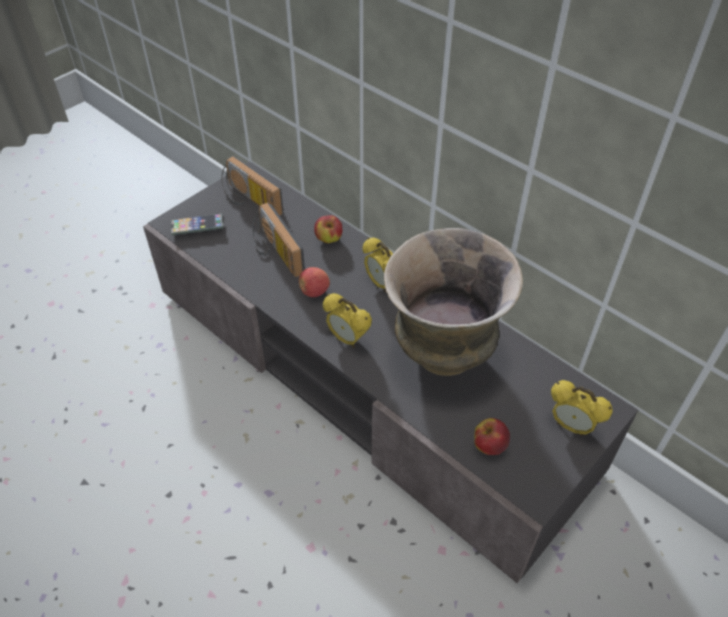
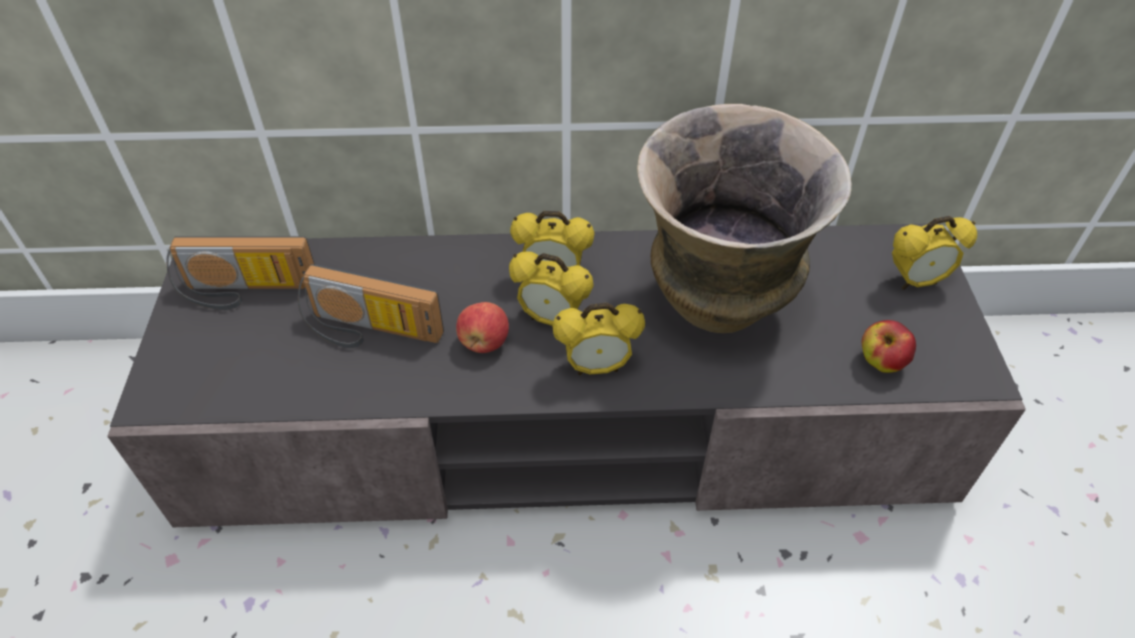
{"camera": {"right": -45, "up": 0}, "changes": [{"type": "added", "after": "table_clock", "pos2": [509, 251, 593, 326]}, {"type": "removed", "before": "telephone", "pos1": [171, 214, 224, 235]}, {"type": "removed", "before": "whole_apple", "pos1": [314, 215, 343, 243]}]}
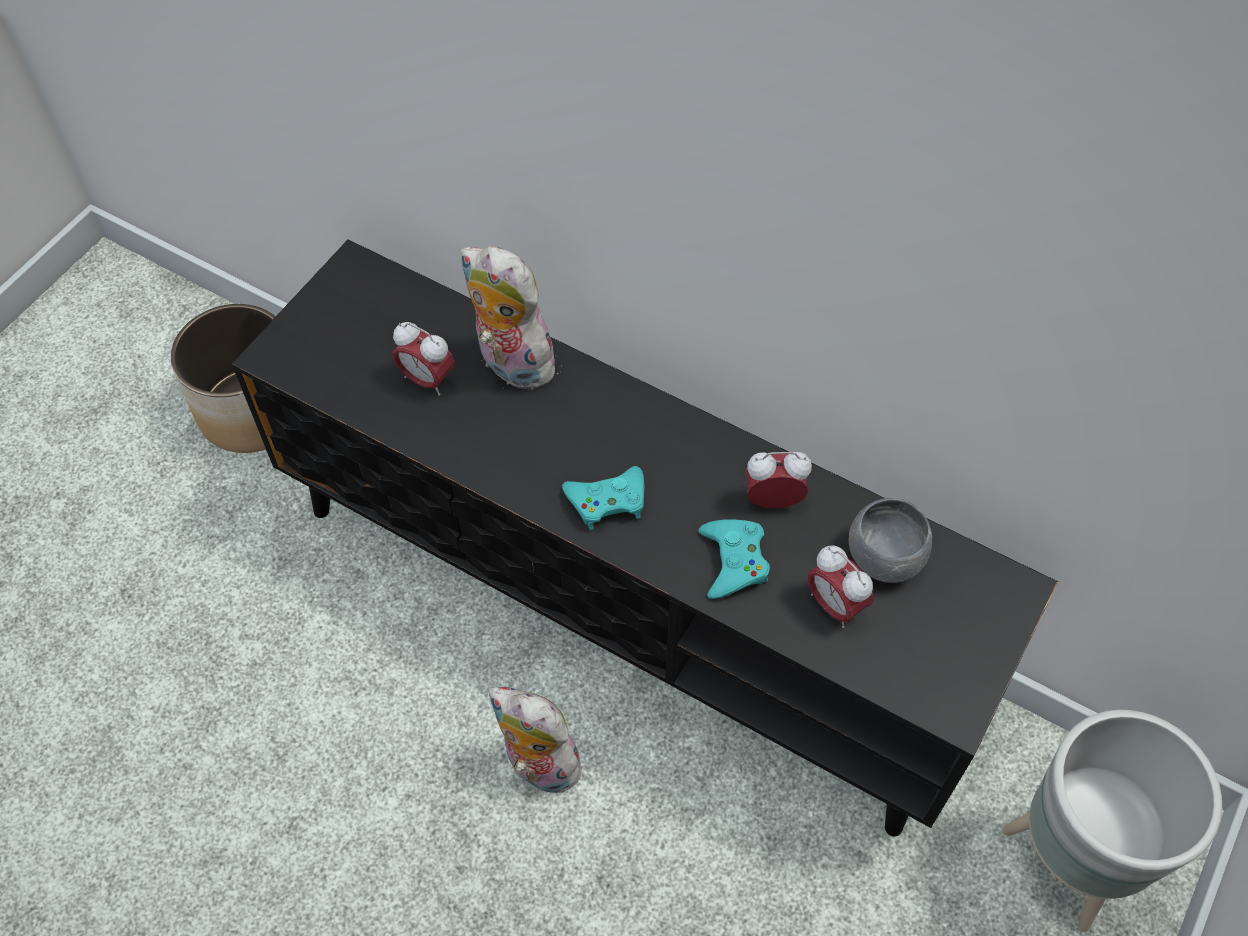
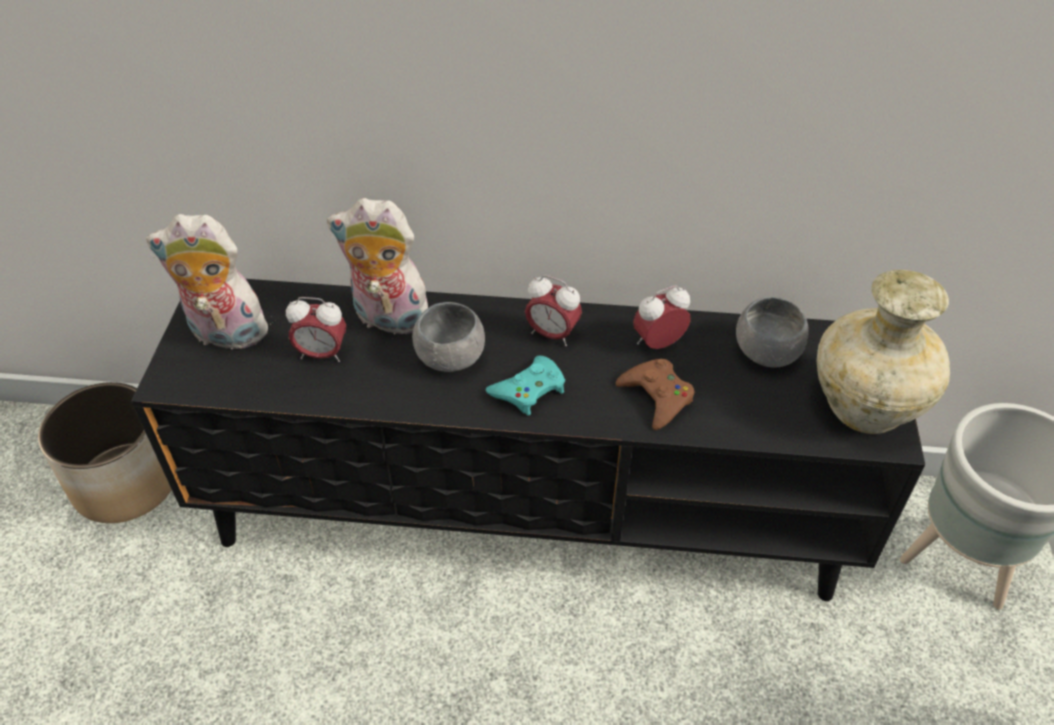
{"camera": {"right": -25, "up": -10}, "changes": [{"type": "moved", "before": "cuddly_toy", "pos1": [489, 687, 591, 793], "pos2": [146, 214, 276, 355]}, {"type": "added", "after": "greyish_deep_dish", "pos2": [412, 302, 485, 372]}, {"type": "moved", "before": "table_clock", "pos1": [808, 546, 873, 628], "pos2": [525, 275, 582, 346]}, {"type": "recoloured", "before": "turquoise_gamepad", "after": "brown-coloured_gamepad", "pos1": [698, 519, 770, 599], "pos2": [616, 359, 694, 430]}, {"type": "added", "after": "sand-coloured_decorative_vase", "pos2": [817, 270, 950, 434]}]}
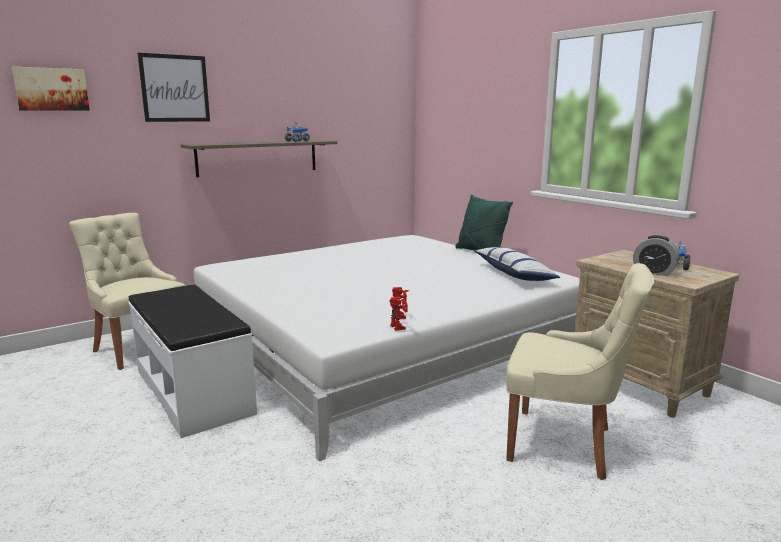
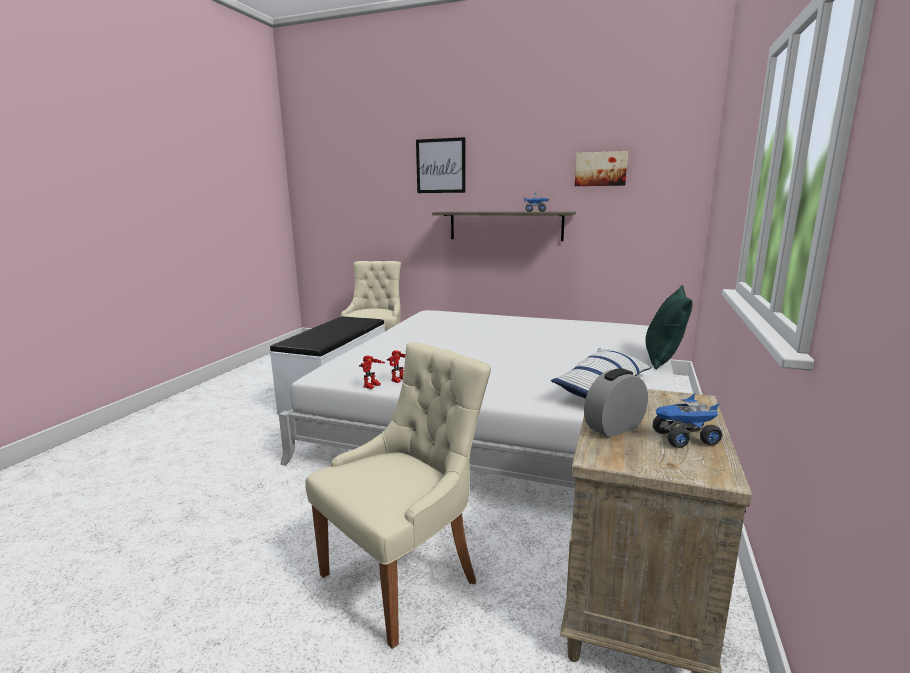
{"camera": {"right": 55, "up": 0}, "changes": [{"type": "turned", "before": "sand-coloured_plain_chair", "pos1": [506, 263, 654, 480], "pos2": [305, 342, 491, 649], "turn": -120}, {"type": "moved", "before": "picture", "pos1": [12, 67, 90, 111], "pos2": [575, 151, 628, 186]}, {"type": "turned", "before": "table_clock", "pos1": [633, 235, 679, 276], "pos2": [584, 368, 648, 438], "turn": 60}]}
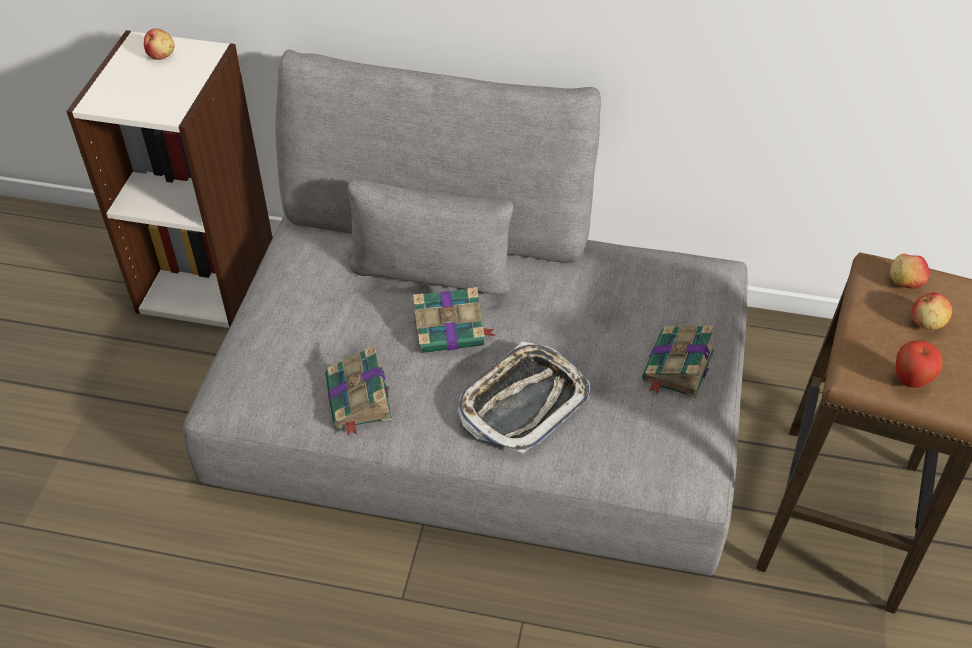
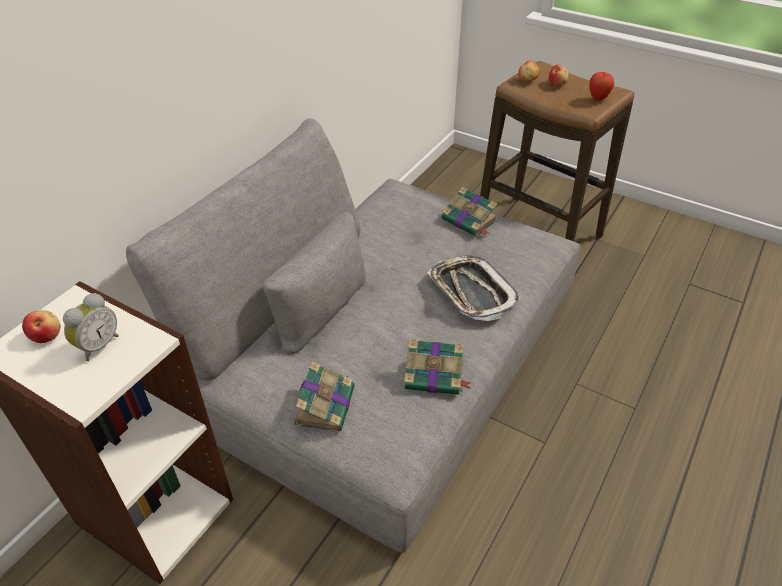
{"camera": {"right": -70, "up": -5}, "changes": [{"type": "added", "after": "table_clock", "pos2": [63, 293, 119, 361]}, {"type": "moved", "before": "book", "pos1": [413, 287, 495, 353], "pos2": [294, 362, 355, 432]}]}
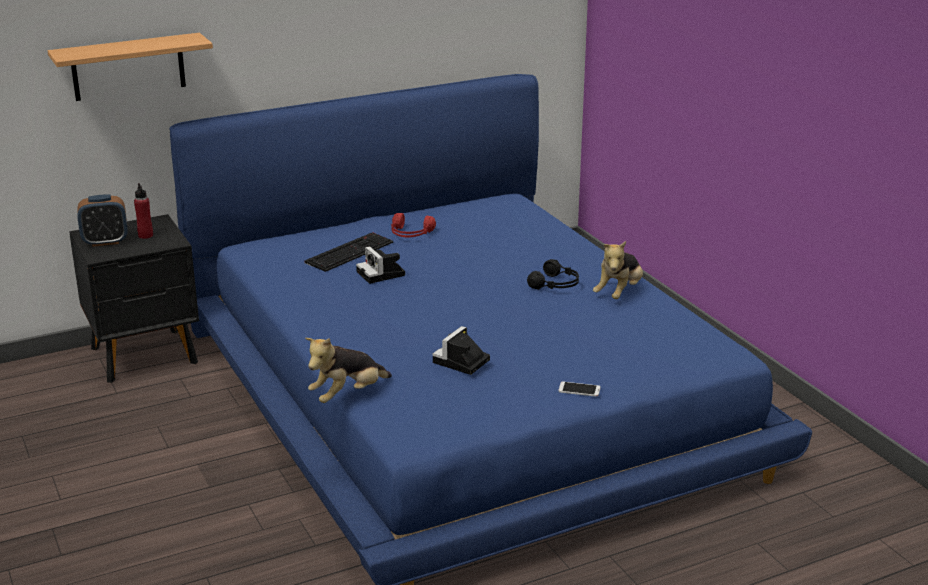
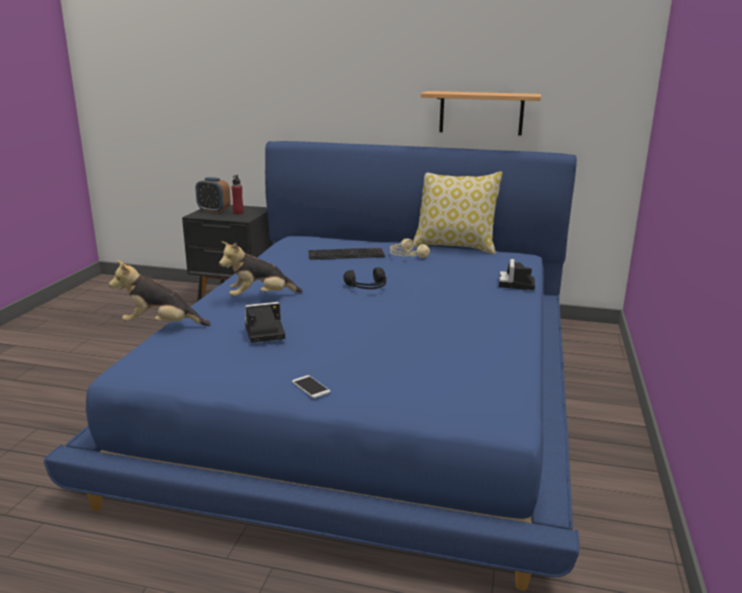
{"camera": {"right": 40, "up": -5}, "changes": [{"type": "moved", "before": "cuddly_toy", "pos1": [593, 241, 643, 299], "pos2": [219, 241, 303, 296]}, {"type": "moved", "before": "black_pair_of_headphones", "pos1": [527, 259, 579, 290], "pos2": [343, 267, 386, 289]}, {"type": "recoloured", "before": "red_pair_of_headphones", "after": "sand-coloured_pair_of_headphones", "pos1": [391, 213, 436, 237], "pos2": [390, 239, 430, 259]}, {"type": "added", "after": "cushion", "pos2": [413, 171, 502, 254]}, {"type": "moved", "before": "shelf", "pos1": [48, 33, 213, 101], "pos2": [421, 91, 541, 136]}, {"type": "moved", "before": "still_camera", "pos1": [356, 246, 405, 284], "pos2": [499, 259, 536, 290]}]}
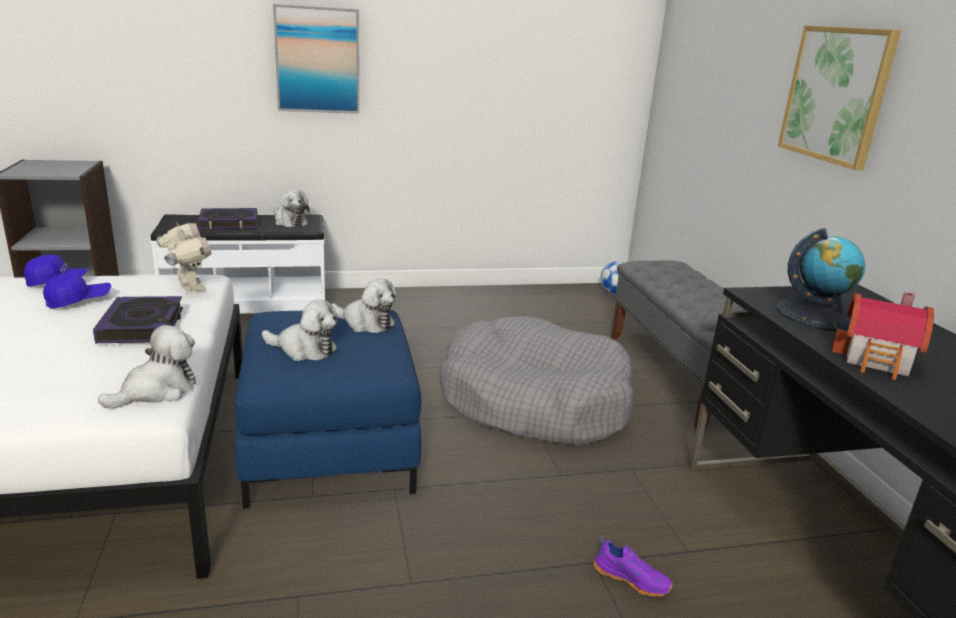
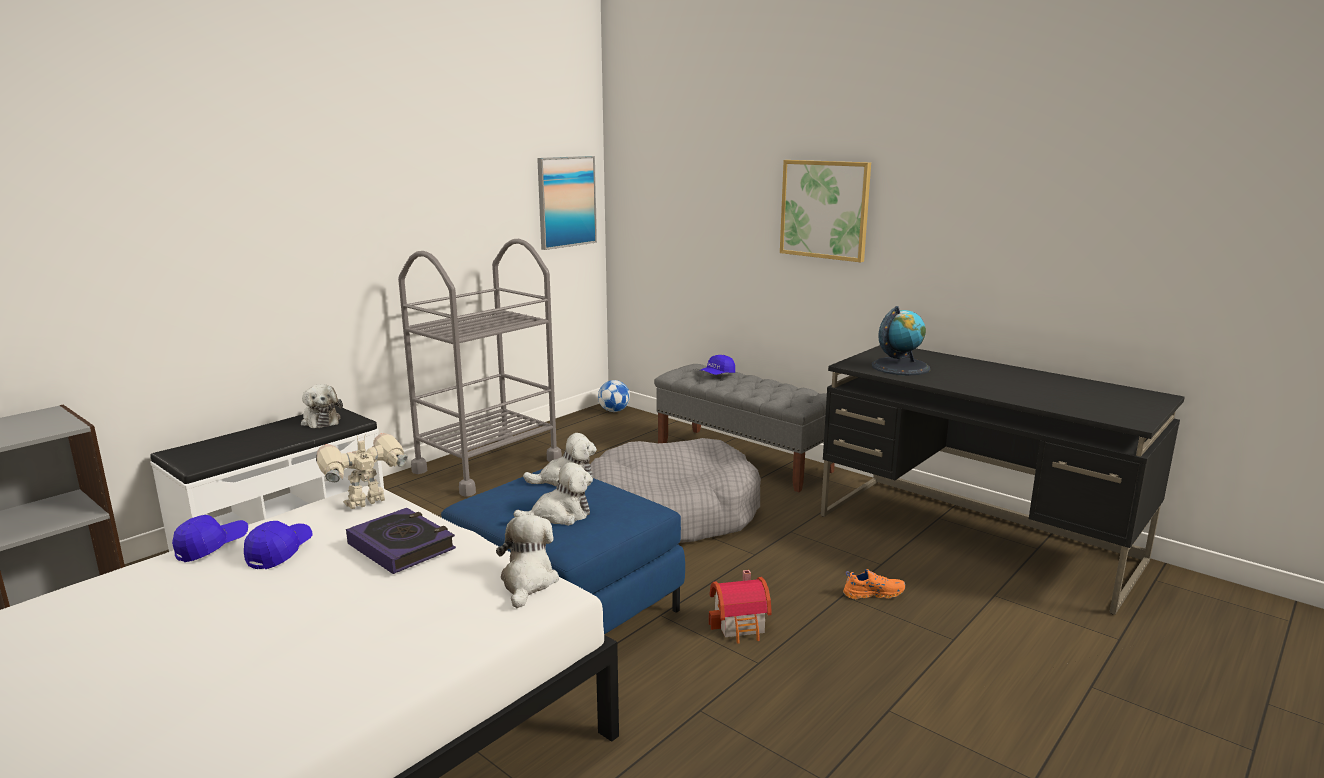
{"camera": {"right": -35, "up": -5}, "changes": [{"type": "turned", "before": "cuddly_toy", "pos1": [274, 189, 310, 227], "pos2": [301, 384, 343, 428], "turn": 45}, {"type": "turned", "before": "model_robot", "pos1": [156, 222, 212, 291], "pos2": [316, 433, 408, 509], "turn": -60}, {"type": "added", "after": "greyish_trolley", "pos2": [398, 239, 562, 497]}, {"type": "moved", "before": "picture", "pos1": [273, 4, 359, 114], "pos2": [537, 156, 597, 250]}, {"type": "added", "after": "blue_cap", "pos2": [701, 355, 735, 375]}, {"type": "moved", "before": "miniature_house", "pos1": [832, 292, 934, 380], "pos2": [709, 570, 772, 644]}, {"type": "recoloured", "before": "purplish_shoe", "after": "orangey_shoe", "pos1": [594, 536, 673, 597], "pos2": [843, 569, 905, 599]}, {"type": "removed", "before": "book", "pos1": [198, 208, 257, 230]}]}
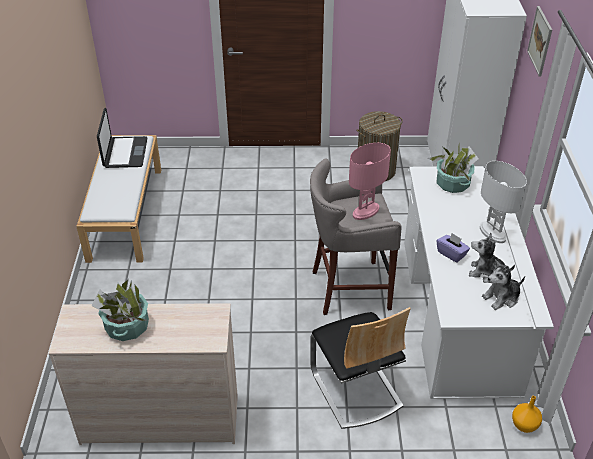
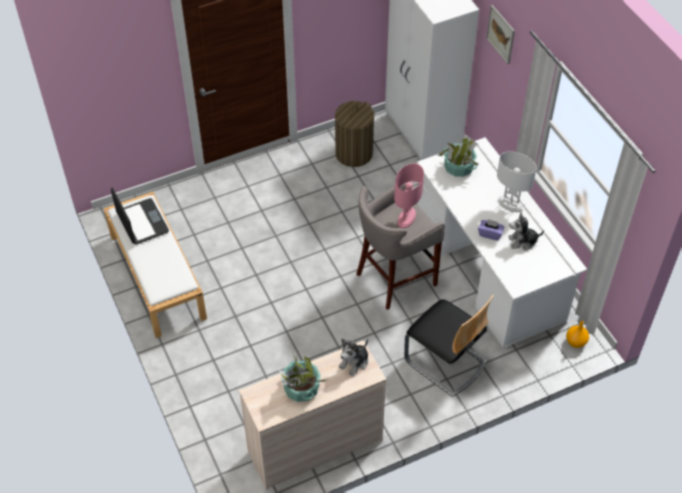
{"camera": {"right": -25, "up": 10}, "changes": [{"type": "moved", "before": "cuddly_toy", "pos1": [482, 260, 525, 310], "pos2": [339, 339, 368, 377]}]}
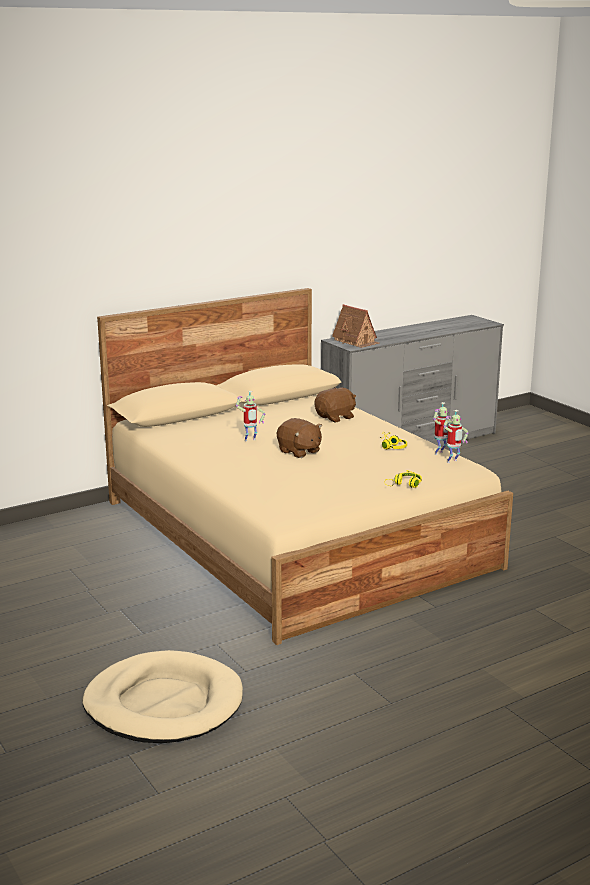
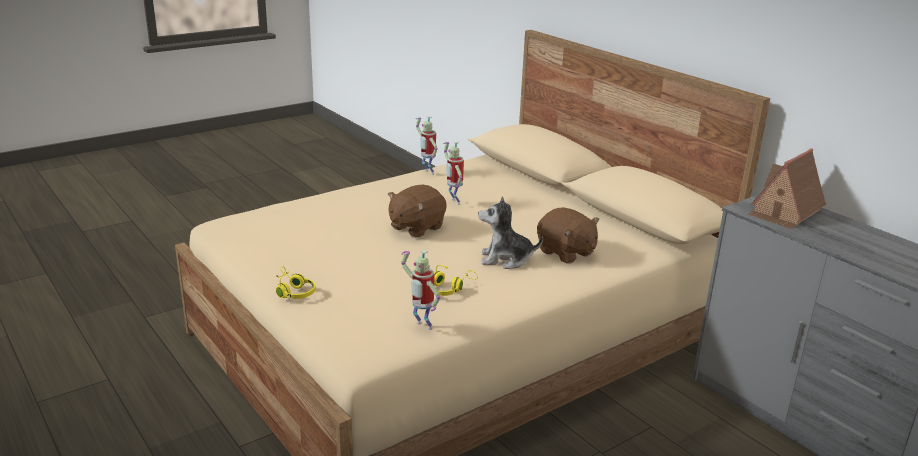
{"camera": {"right": 85, "up": 5}, "changes": [{"type": "moved", "before": "model_robot", "pos1": [443, 410, 468, 463], "pos2": [416, 116, 438, 175]}, {"type": "added", "after": "cuddly_toy", "pos2": [478, 197, 543, 269]}, {"type": "removed", "before": "sand-coloured_dog_cushion", "pos1": [82, 650, 243, 743]}]}
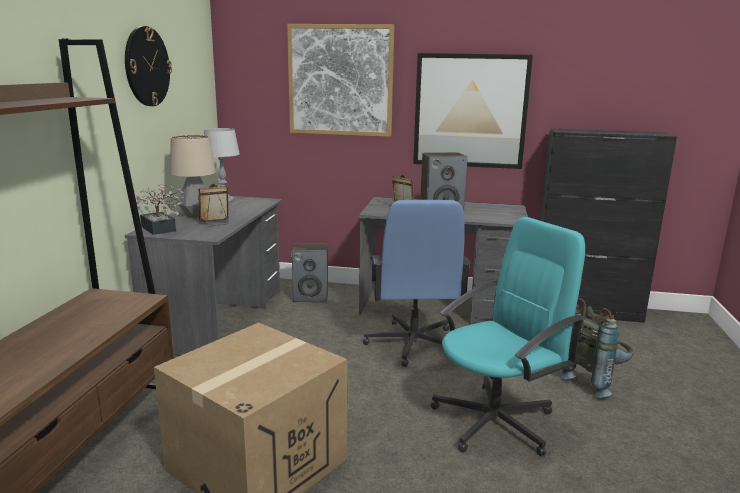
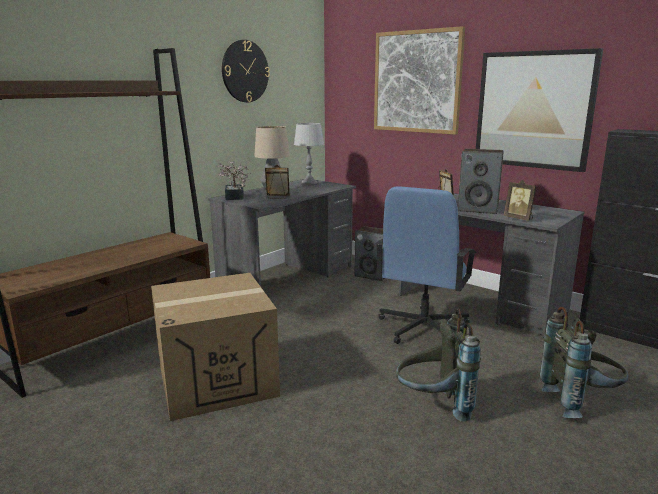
{"camera": {"right": 30, "up": 0}, "changes": [{"type": "replaced", "before": "turquoise_computer_chair", "after": "greyish_knapsack", "pos1": [431, 217, 585, 456], "pos2": [396, 309, 481, 422]}, {"type": "added", "after": "picture_frame", "pos2": [503, 180, 536, 221]}]}
